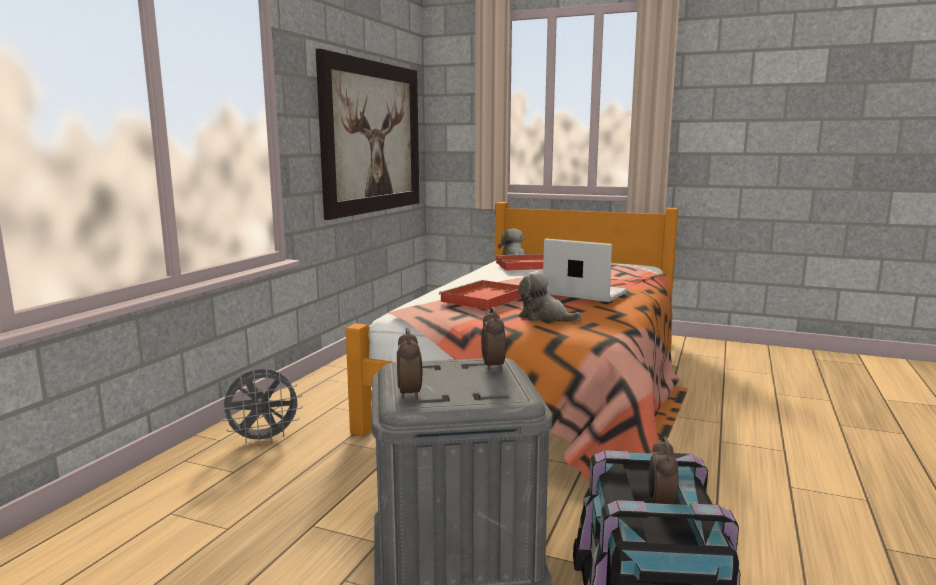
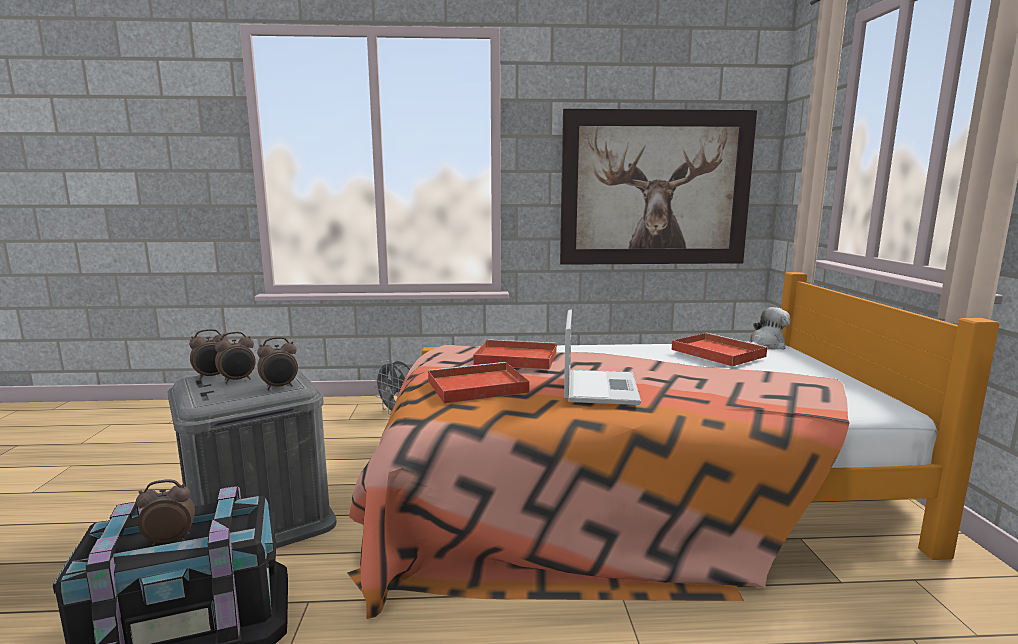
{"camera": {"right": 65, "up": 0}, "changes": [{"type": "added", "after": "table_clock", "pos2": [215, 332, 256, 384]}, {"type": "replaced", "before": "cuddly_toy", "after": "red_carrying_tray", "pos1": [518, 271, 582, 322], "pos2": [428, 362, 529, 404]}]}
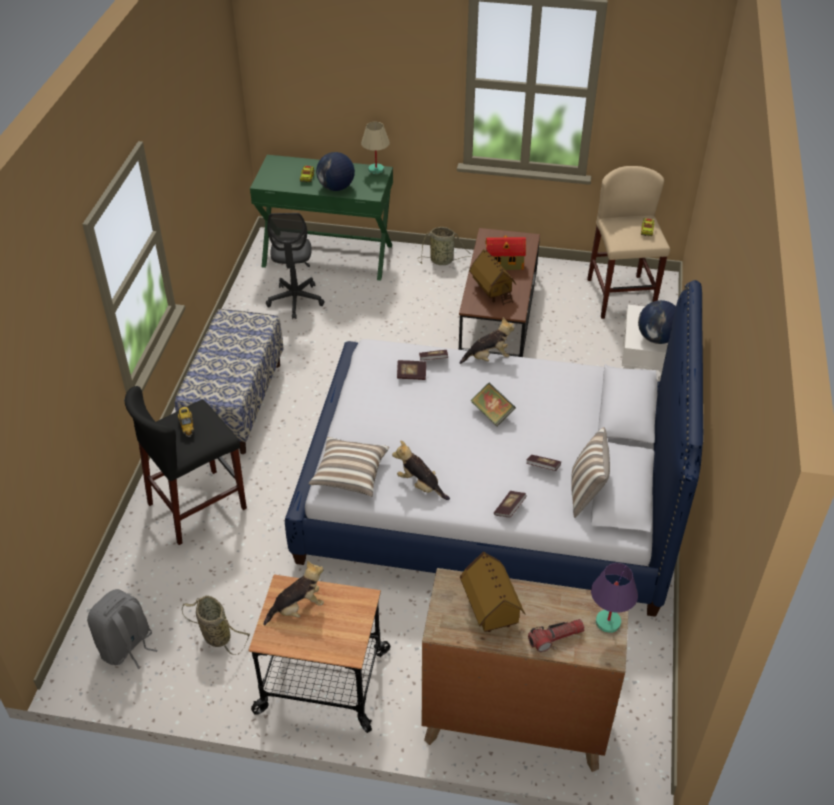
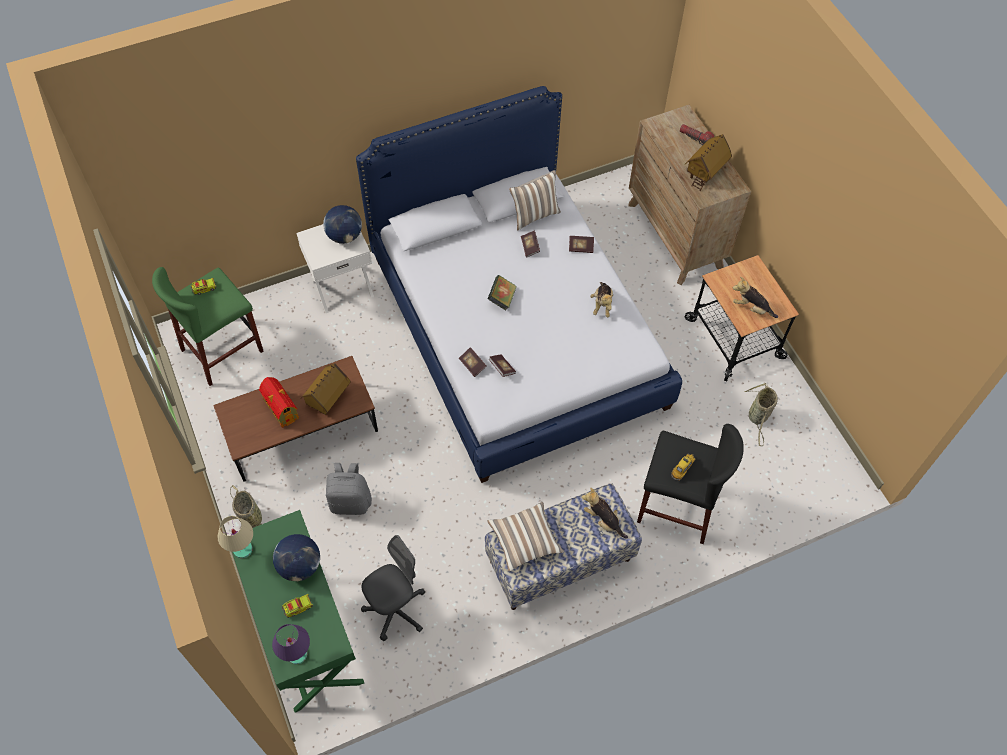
{"camera": {"right": -125, "up": 15}, "changes": [{"type": "recoloured", "before": "sand-coloured_stool_seat", "after": "green_stool_seat", "pos1": [587, 166, 670, 319], "pos2": [152, 267, 263, 386]}, {"type": "moved", "before": "purplish_lamp_for_a_table", "pos1": [591, 563, 638, 633], "pos2": [272, 624, 310, 665]}, {"type": "moved", "before": "greyish_knapsack", "pos1": [87, 589, 158, 669], "pos2": [326, 463, 372, 515]}, {"type": "moved", "before": "cushion", "pos1": [309, 437, 389, 497], "pos2": [487, 502, 564, 572]}, {"type": "moved", "before": "cuddly_toy", "pos1": [459, 317, 514, 364], "pos2": [582, 488, 628, 539]}]}
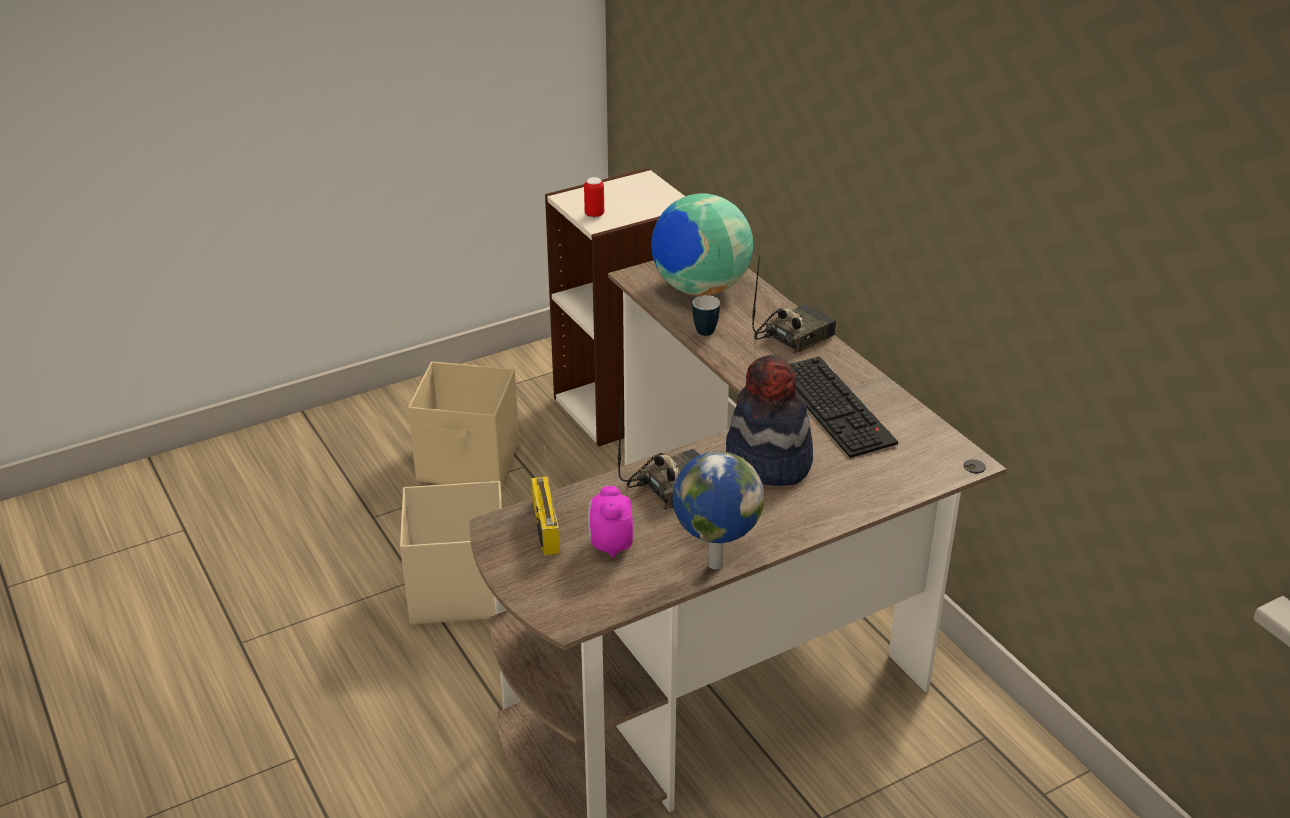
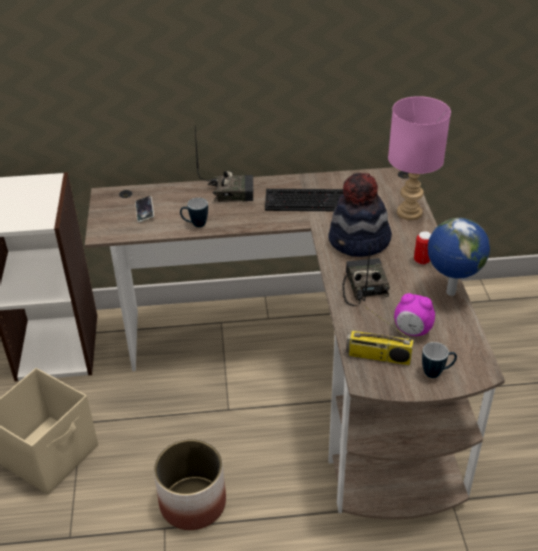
{"camera": {"right": -65, "up": 5}, "changes": [{"type": "replaced", "before": "world_globe", "after": "telephone", "pos1": [651, 193, 753, 296], "pos2": [135, 196, 154, 222]}, {"type": "replaced", "before": "sand-coloured_storage_box", "after": "planter", "pos1": [400, 481, 502, 624], "pos2": [154, 439, 226, 530]}, {"type": "turned", "before": "radio_set", "pos1": [752, 255, 836, 354], "pos2": [195, 126, 253, 202], "turn": 105}, {"type": "added", "after": "pink-coloured_lamp_for_a_table", "pos2": [388, 96, 451, 220]}, {"type": "moved", "before": "can", "pos1": [584, 177, 604, 218], "pos2": [414, 231, 431, 265]}, {"type": "added", "after": "tea_mug", "pos2": [422, 342, 457, 378]}]}
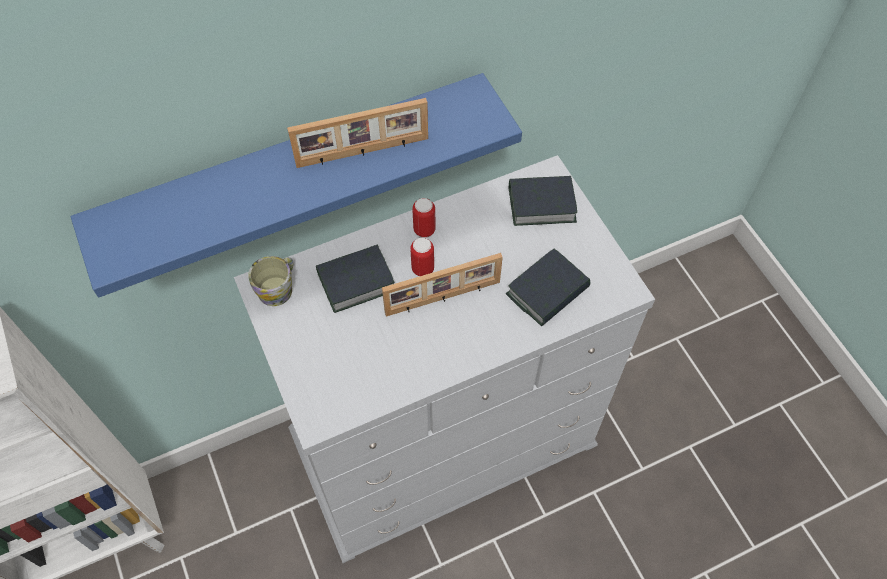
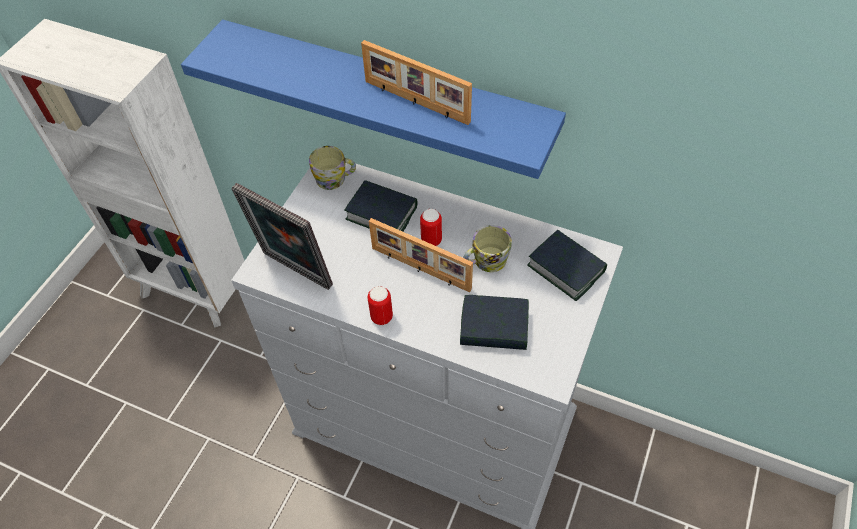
{"camera": {"right": 50, "up": -5}, "changes": [{"type": "added", "after": "picture_frame", "pos2": [231, 183, 333, 290]}, {"type": "moved", "before": "can", "pos1": [412, 198, 436, 238], "pos2": [368, 286, 393, 325]}, {"type": "added", "after": "tea_mug", "pos2": [463, 225, 512, 272]}]}
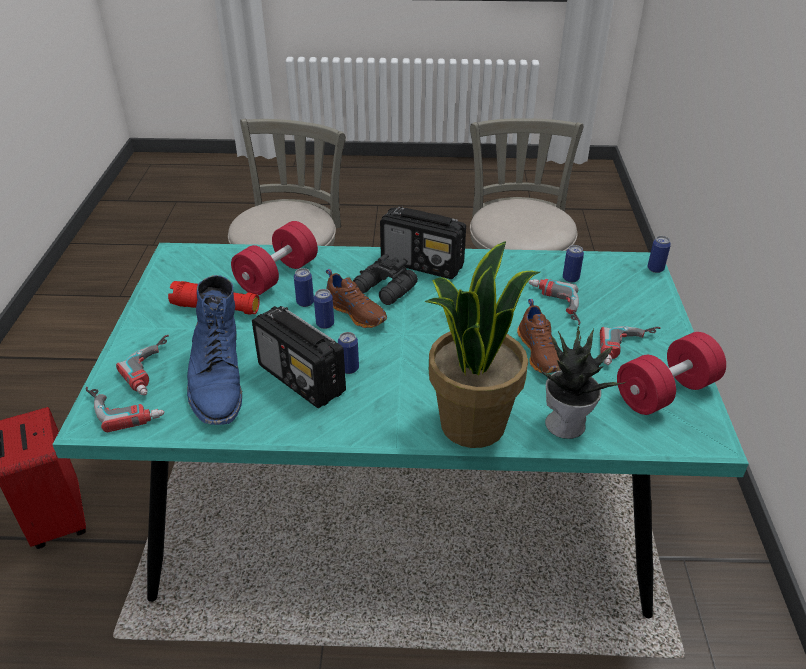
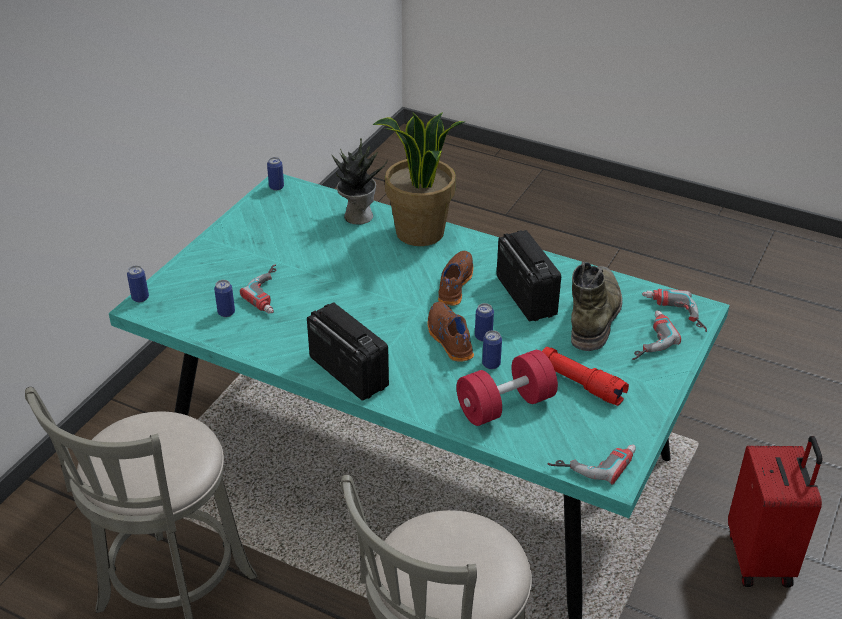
{"camera": {"right": -155, "up": 0}, "changes": [{"type": "moved", "before": "can", "pos1": [338, 332, 359, 374], "pos2": [267, 157, 284, 191]}, {"type": "moved", "before": "brown-coloured_shoe", "pos1": [517, 299, 561, 373], "pos2": [438, 251, 473, 306]}, {"type": "moved", "before": "drill", "pos1": [600, 326, 661, 365], "pos2": [548, 444, 636, 484]}, {"type": "recoloured", "before": "blue_boot", "after": "green_boot", "pos1": [187, 275, 242, 425], "pos2": [571, 261, 623, 351]}, {"type": "removed", "before": "black_pair_of_binoculars", "pos1": [353, 254, 418, 305]}, {"type": "removed", "before": "red_hand_weight", "pos1": [617, 332, 726, 415]}]}
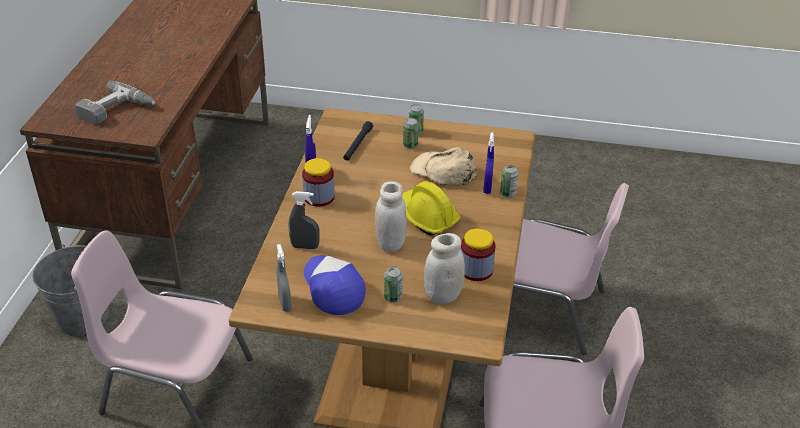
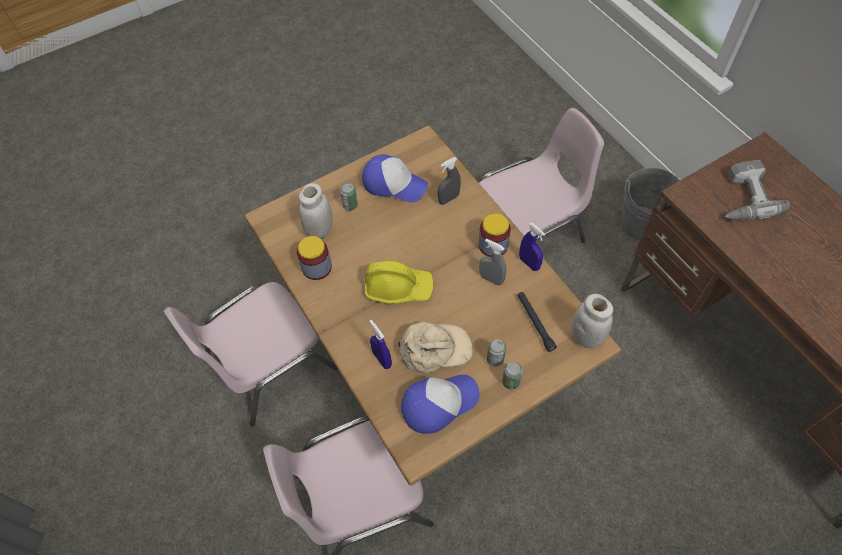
{"camera": {"right": 140, "up": 20}, "changes": [{"type": "added", "after": "cap", "pos2": [401, 375, 480, 434]}, {"type": "moved", "before": "greyish_spray_bottle", "pos1": [276, 244, 292, 312], "pos2": [479, 239, 506, 286]}, {"type": "moved", "before": "white-coloured_preserve_jar", "pos1": [375, 181, 407, 252], "pos2": [572, 294, 613, 348]}, {"type": "removed", "before": "can", "pos1": [500, 165, 519, 197]}]}
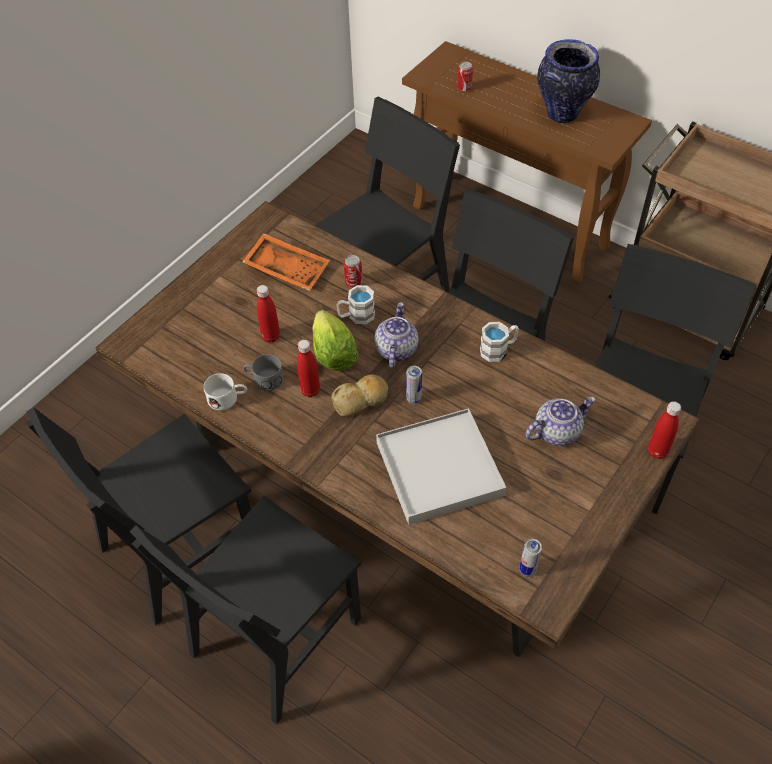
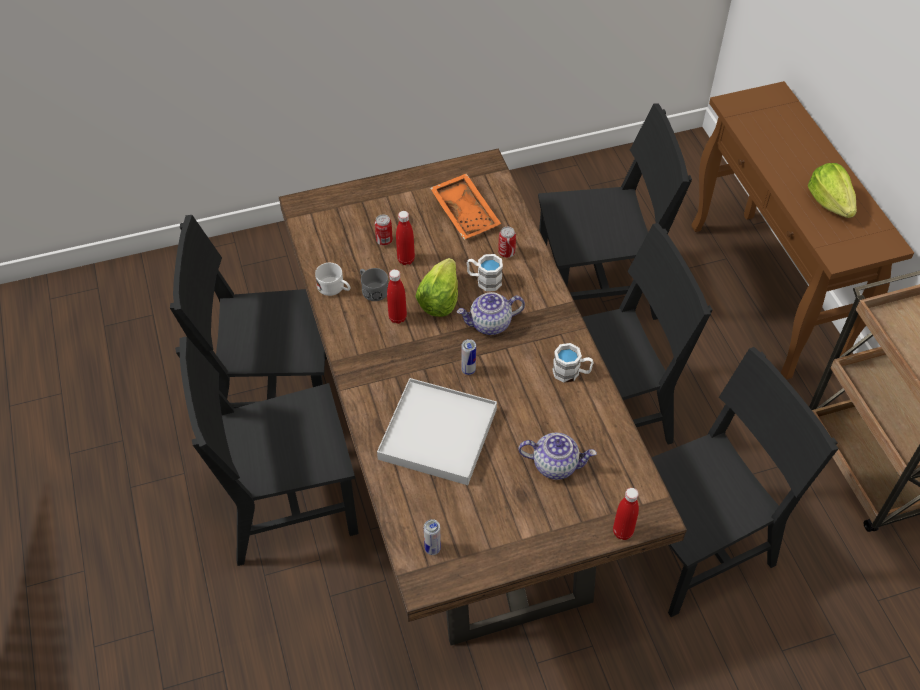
{"camera": {"right": 35, "up": 0}, "changes": [{"type": "moved", "before": "can", "pos1": [457, 62, 473, 92], "pos2": [375, 214, 393, 245]}, {"type": "turned", "before": "tea_pot", "pos1": [374, 302, 419, 368], "pos2": [457, 292, 525, 335], "turn": -150}, {"type": "replaced", "before": "decorative_vase", "after": "lettuce", "pos1": [537, 39, 600, 123], "pos2": [808, 163, 857, 218]}, {"type": "removed", "before": "baked_bread", "pos1": [331, 374, 388, 416]}]}
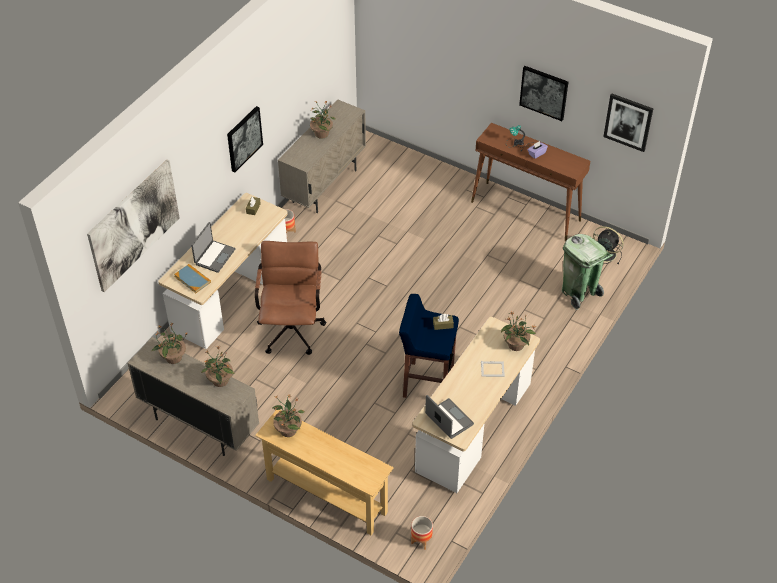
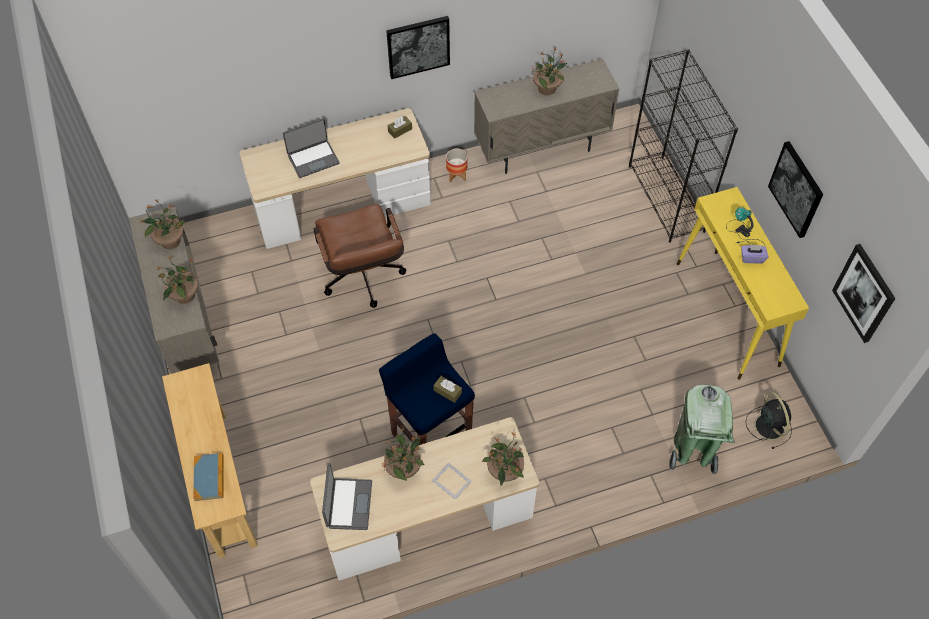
{"camera": {"right": 40, "up": 10}, "changes": [{"type": "moved", "before": "book", "pos1": [174, 264, 211, 293], "pos2": [193, 453, 224, 501]}, {"type": "turned", "before": "brown-coloured_computer_chair", "pos1": [255, 241, 327, 355], "pos2": [313, 204, 406, 308], "turn": 120}, {"type": "moved", "before": "plant_in_a_pot", "pos1": [272, 394, 305, 437], "pos2": [382, 426, 424, 481]}, {"type": "added", "after": "black_bookcase", "pos2": [629, 49, 738, 243]}, {"type": "recoloured", "before": "brown-coloured_narrow_table", "after": "yellow_narrow_table", "pos1": [471, 123, 590, 241], "pos2": [677, 187, 809, 380]}, {"type": "removed", "before": "picture", "pos1": [87, 160, 180, 292]}, {"type": "removed", "before": "planter", "pos1": [411, 516, 433, 550]}]}
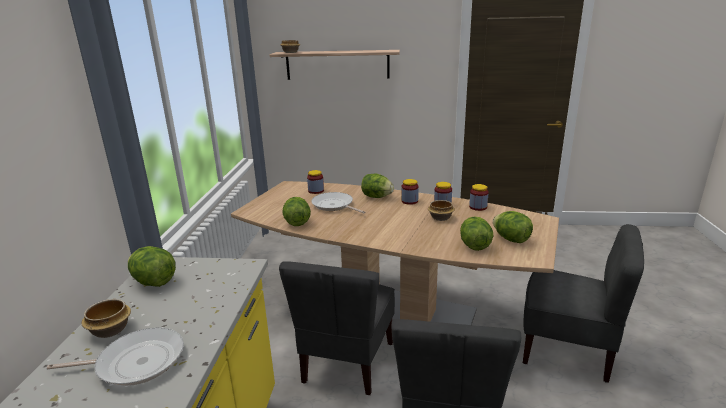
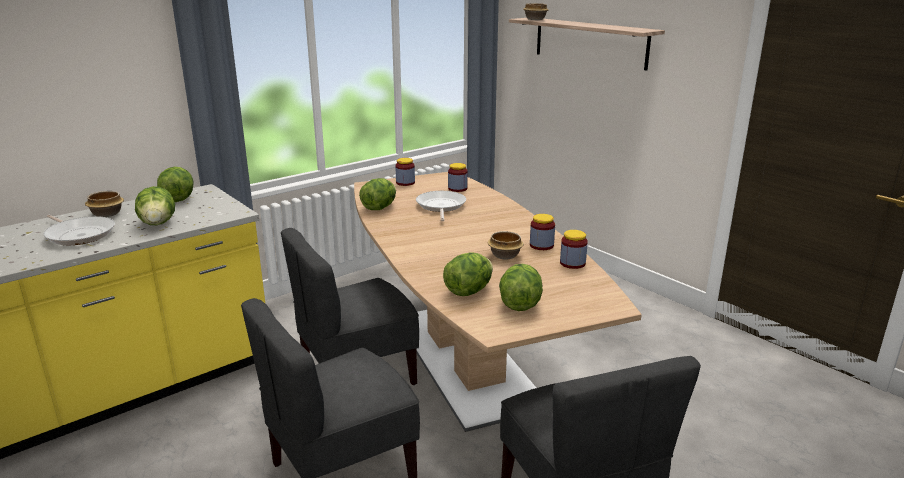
{"camera": {"right": 45, "up": 0}, "changes": [{"type": "moved", "before": "lettuce", "pos1": [361, 174, 394, 198], "pos2": [135, 186, 175, 225]}, {"type": "moved", "before": "preserve_jar", "pos1": [401, 179, 419, 205], "pos2": [395, 158, 415, 186]}]}
